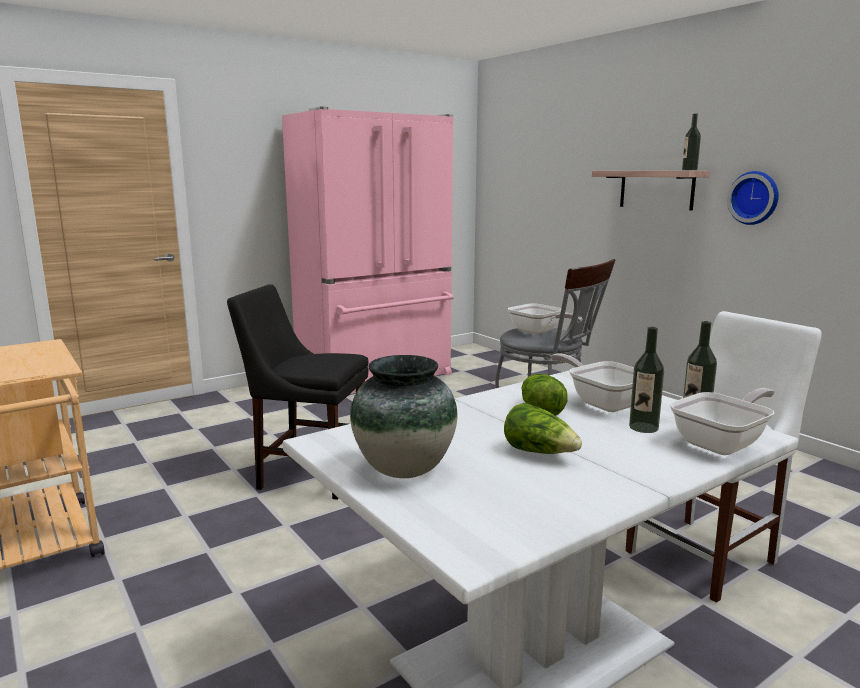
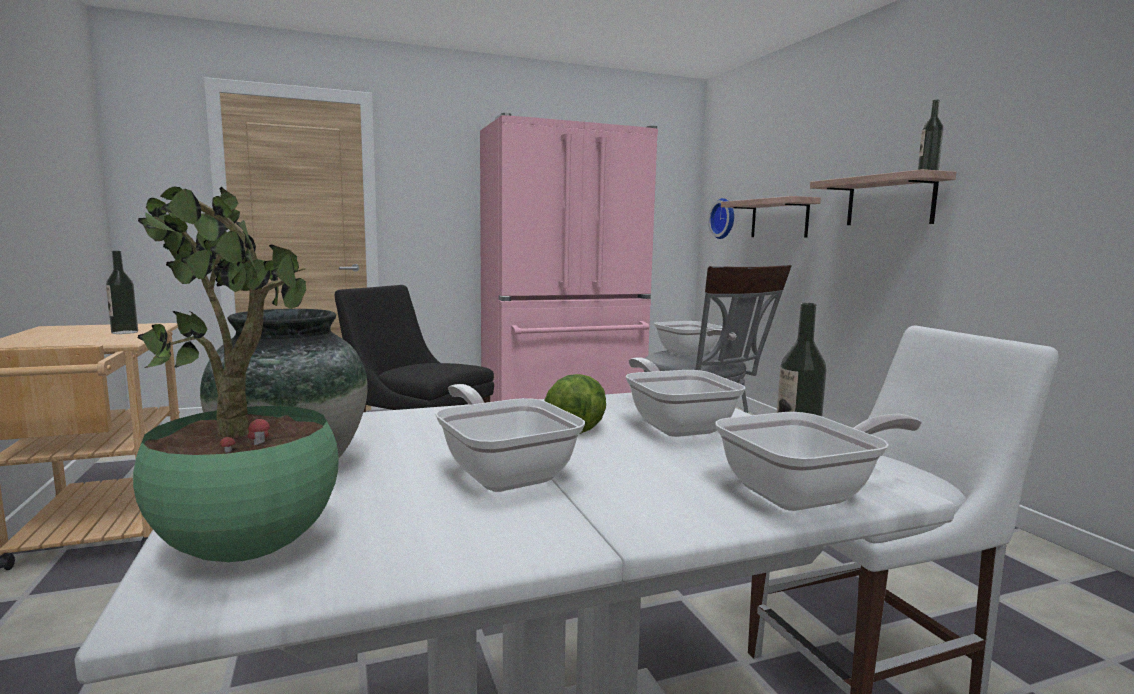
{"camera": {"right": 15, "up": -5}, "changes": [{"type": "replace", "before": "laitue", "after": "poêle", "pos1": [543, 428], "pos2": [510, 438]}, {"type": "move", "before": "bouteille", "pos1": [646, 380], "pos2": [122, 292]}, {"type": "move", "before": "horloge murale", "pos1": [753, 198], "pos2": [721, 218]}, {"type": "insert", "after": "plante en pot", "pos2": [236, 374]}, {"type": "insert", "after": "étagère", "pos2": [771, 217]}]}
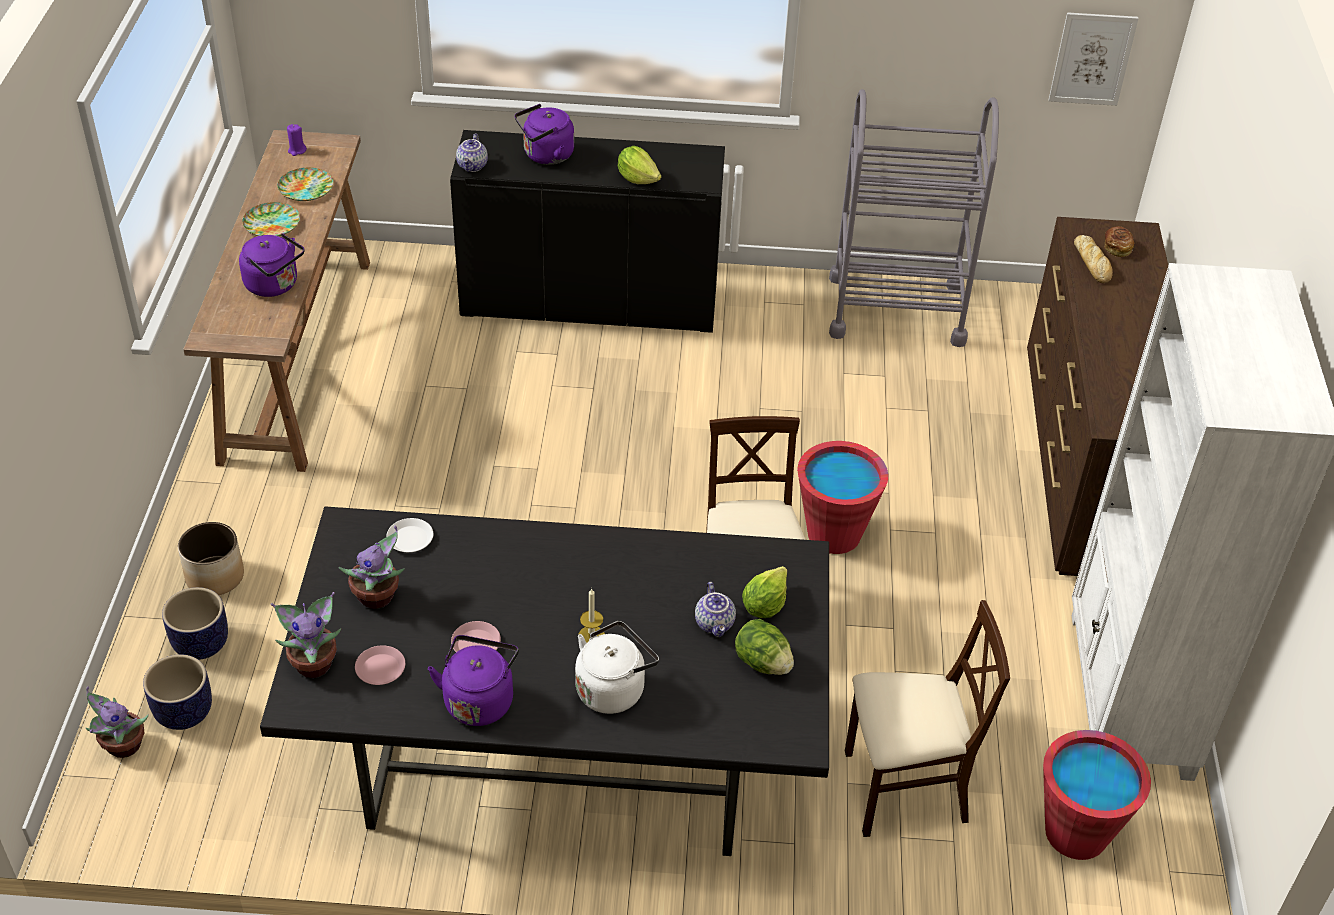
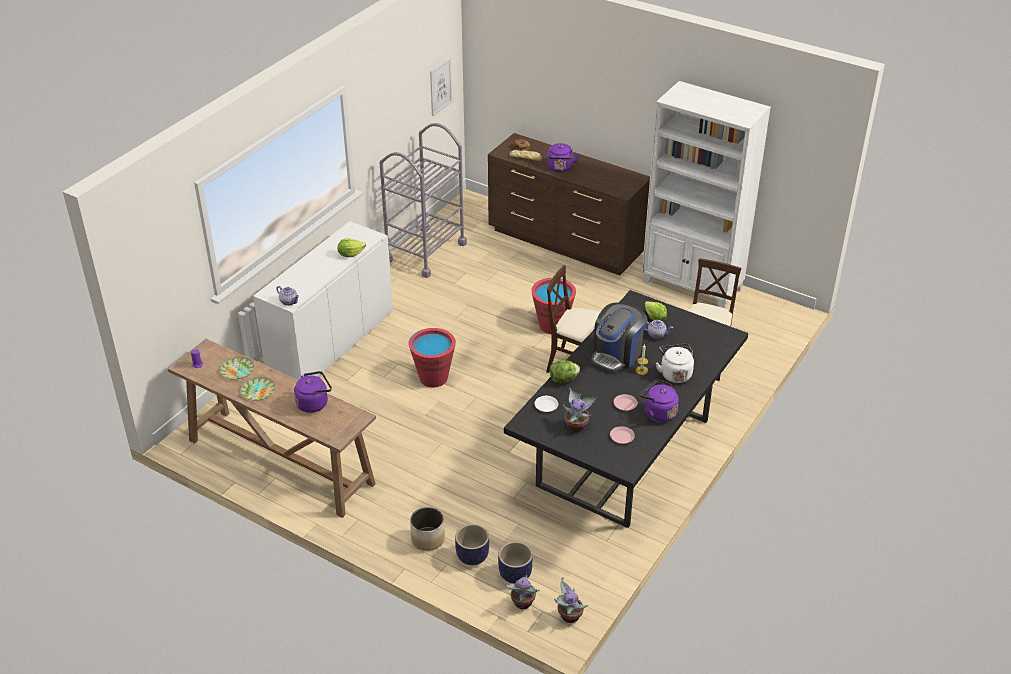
{"camera": {"right": -60, "up": -5}, "changes": [{"type": "move", "before": "plante en pot", "pos1": [306, 635], "pos2": [571, 600]}, {"type": "recolor", "before": "meuble de rangement/noir", "after": "meuble de rangement/blanc", "pos1": [587, 231], "pos2": [323, 300]}, {"type": "move", "before": "bouilloire/violet", "pos1": [544, 134], "pos2": [563, 157]}, {"type": "move", "before": "laitue", "pos1": [764, 647], "pos2": [565, 371]}, {"type": "move", "before": "seau/rouge", "pos1": [1097, 795], "pos2": [432, 357]}, {"type": "insert", "after": "machine à café", "pos2": [619, 337]}]}
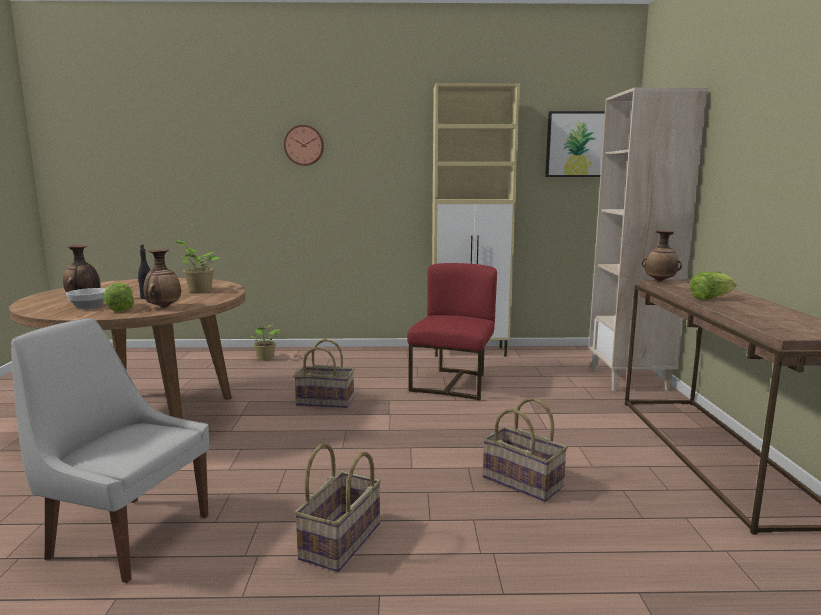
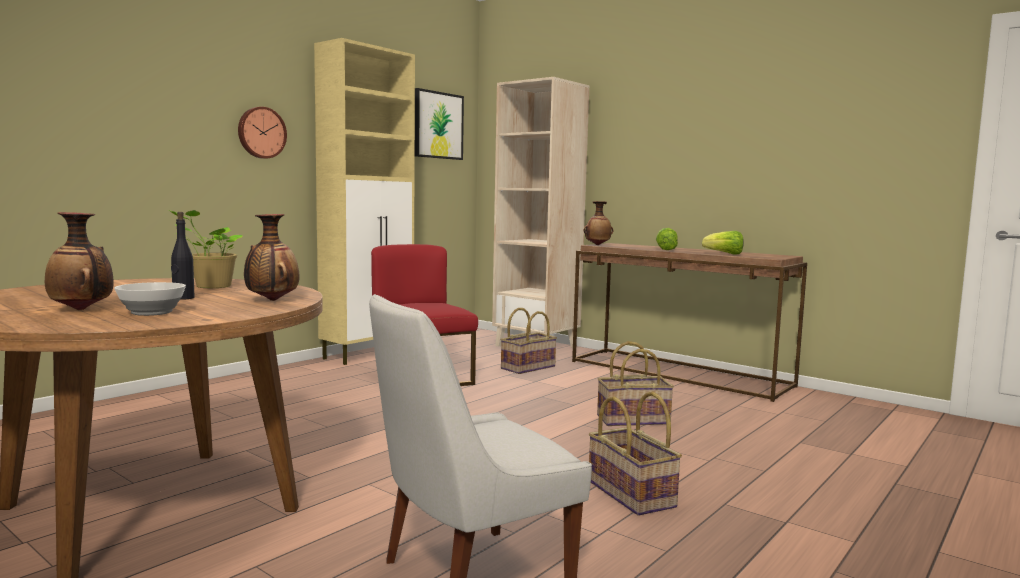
{"camera": {"right": -50, "up": -5}, "changes": [{"type": "move", "before": "laitue", "pos1": [118, 297], "pos2": [723, 243]}, {"type": "delete", "before": "plante en pot", "pos1": [266, 342]}, {"type": "move", "before": "horloge murale", "pos1": [304, 145], "pos2": [262, 133]}, {"type": "move", "before": "panier", "pos1": [324, 373], "pos2": [528, 341]}]}
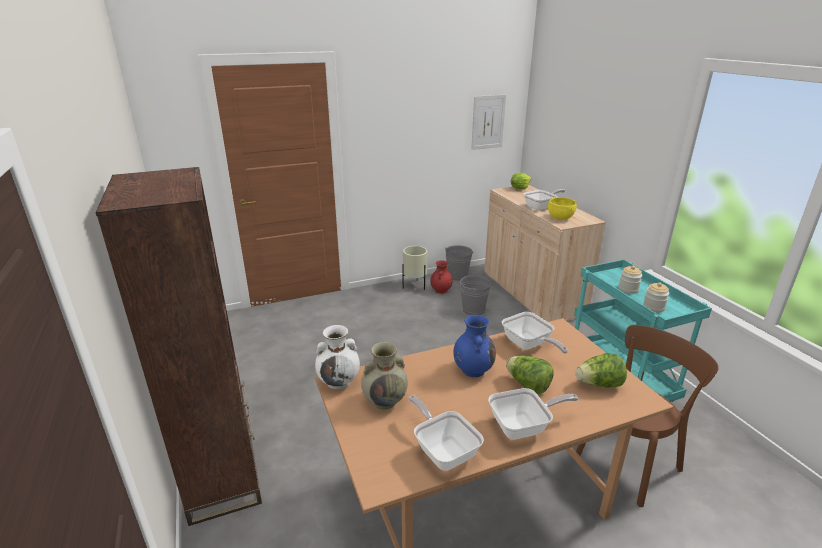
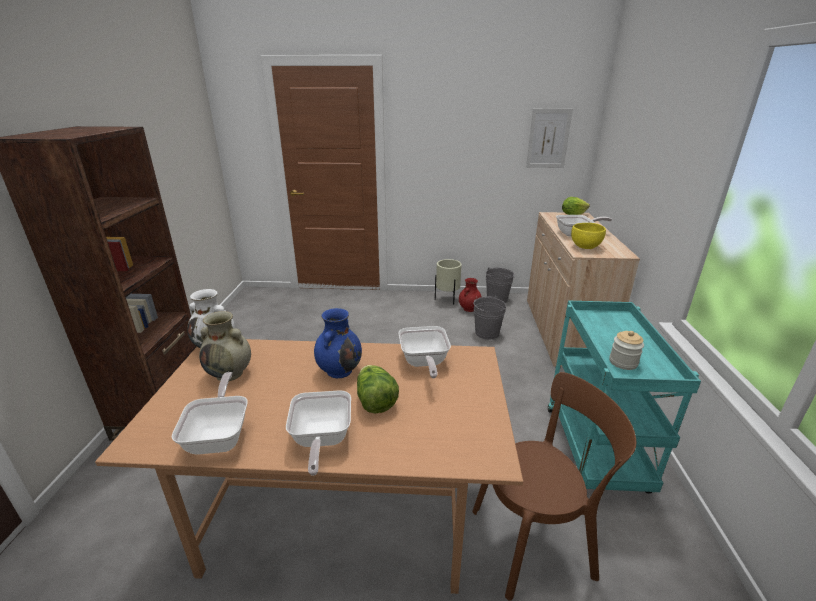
{"camera": {"right": 25, "up": 0}, "changes": [{"type": "rotate", "before": "poêle", "pos1": [533, 414], "pos2": [318, 433], "turn": 75}, {"type": "delete", "before": "laitue", "pos1": [601, 370]}, {"type": "delete", "before": "bocal", "pos1": [630, 280]}]}
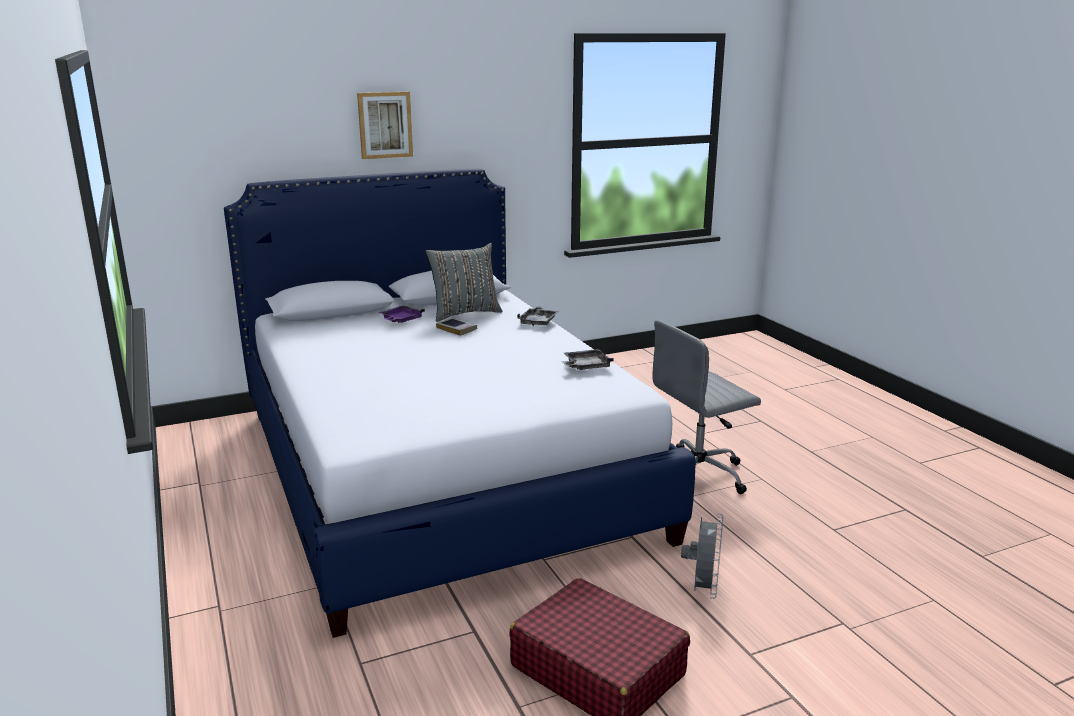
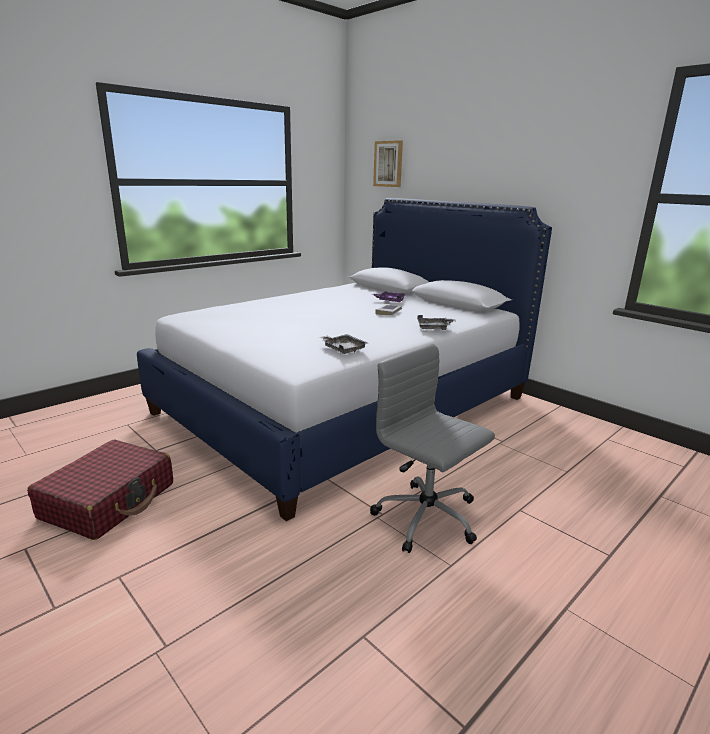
{"camera": {"right": 70, "up": 0}, "changes": [{"type": "move", "before": "tableau", "pos1": [385, 125], "pos2": [388, 163]}, {"type": "delete", "before": "coussin/gris", "pos1": [464, 282]}, {"type": "delete", "before": "ventilateur/gris", "pos1": [702, 556]}]}
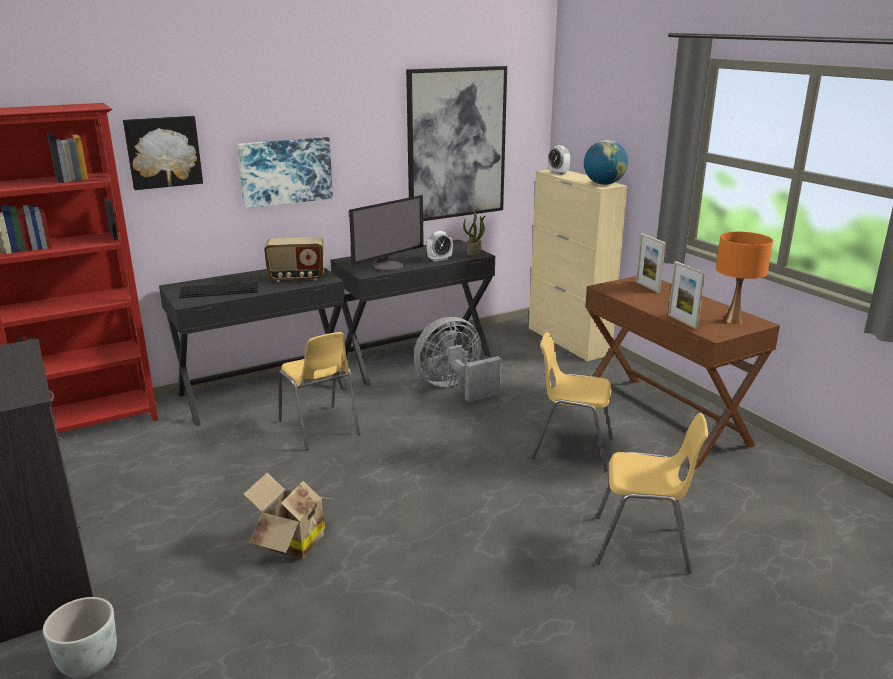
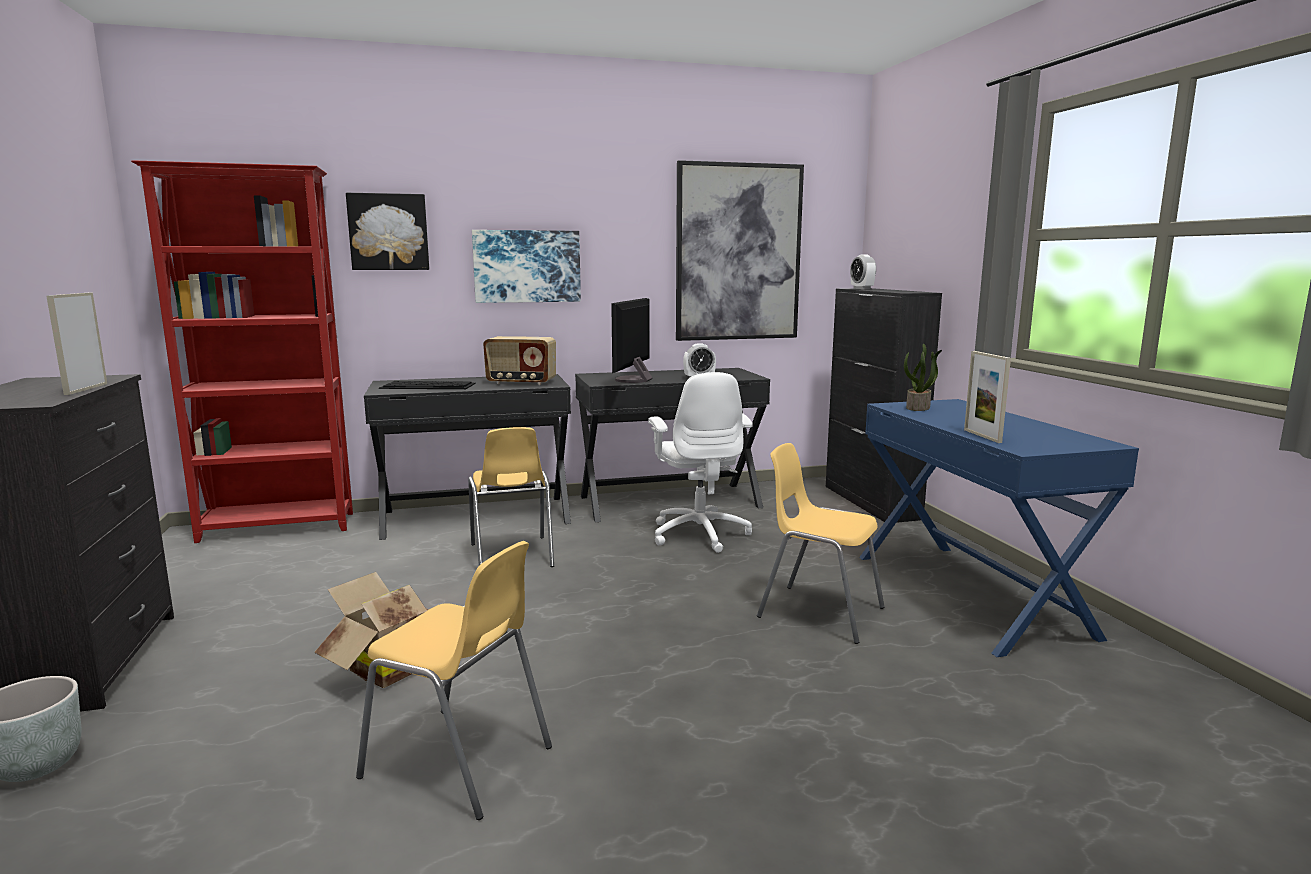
{"camera": {"right": 15, "up": -10}, "changes": [{"type": "rotate", "before": "écran d'ordinateur", "pos1": [386, 233], "pos2": [631, 340], "turn": 135}, {"type": "replace", "before": "ventilateur/gris", "after": "chaise de bureau/blanc", "pos1": [458, 359], "pos2": [700, 462]}, {"type": "move", "before": "plante en pot", "pos1": [474, 233], "pos2": [923, 377]}, {"type": "recolor", "before": "meuble de rangement/beige", "after": "meuble de rangement/noir", "pos1": [578, 265], "pos2": [884, 405]}, {"type": "delete", "before": "globe", "pos1": [606, 162]}, {"type": "recolor", "before": "bureau/marron", "after": "bureau/bleu", "pos1": [682, 372], "pos2": [999, 528]}, {"type": "move", "before": "chaise/jaune", "pos1": [652, 493], "pos2": [454, 680]}, {"type": "move", "before": "cadre photo", "pos1": [651, 263], "pos2": [76, 344]}, {"type": "delete", "before": "lampe de table/orange", "pos1": [744, 278]}]}
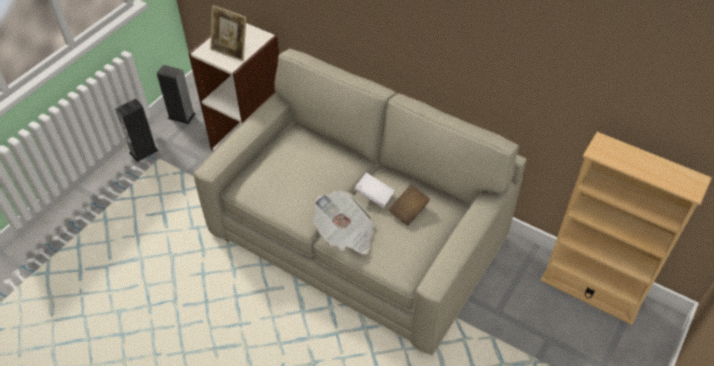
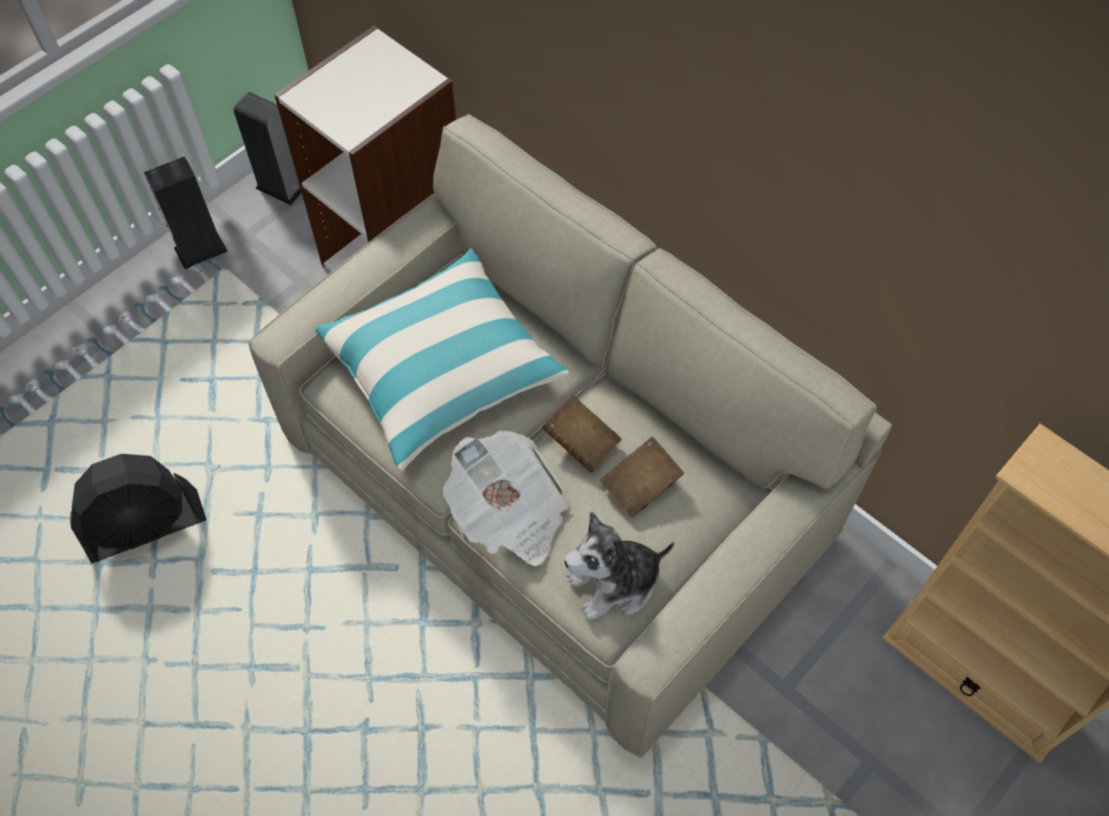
{"camera": {"right": 10, "up": 10}, "changes": [{"type": "delete", "before": "cadre photo", "pos1": [228, 33]}, {"type": "recolor", "before": "livre/blanc", "after": "livre/marron", "pos1": [374, 190], "pos2": [582, 434]}, {"type": "insert", "after": "ventilateur/noir", "pos2": [138, 508]}, {"type": "insert", "after": "coussin", "pos2": [442, 360]}, {"type": "insert", "after": "peluche", "pos2": [619, 566]}]}
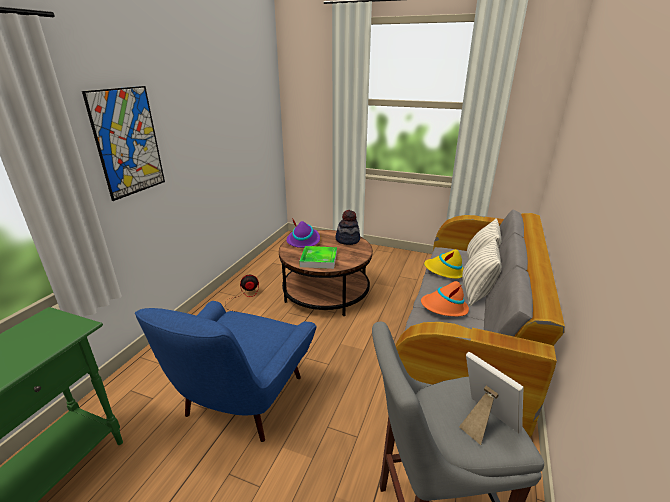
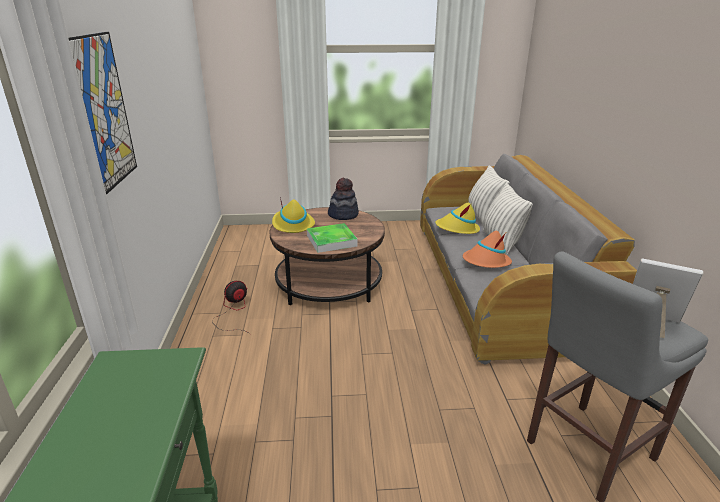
{"camera": {"right": -25, "up": 0}, "changes": [{"type": "delete", "before": "fauteuil/bleu", "pos1": [226, 371]}, {"type": "recolor", "before": "chapeau/violet", "after": "chapeau/jaune", "pos1": [303, 233], "pos2": [293, 215]}]}
